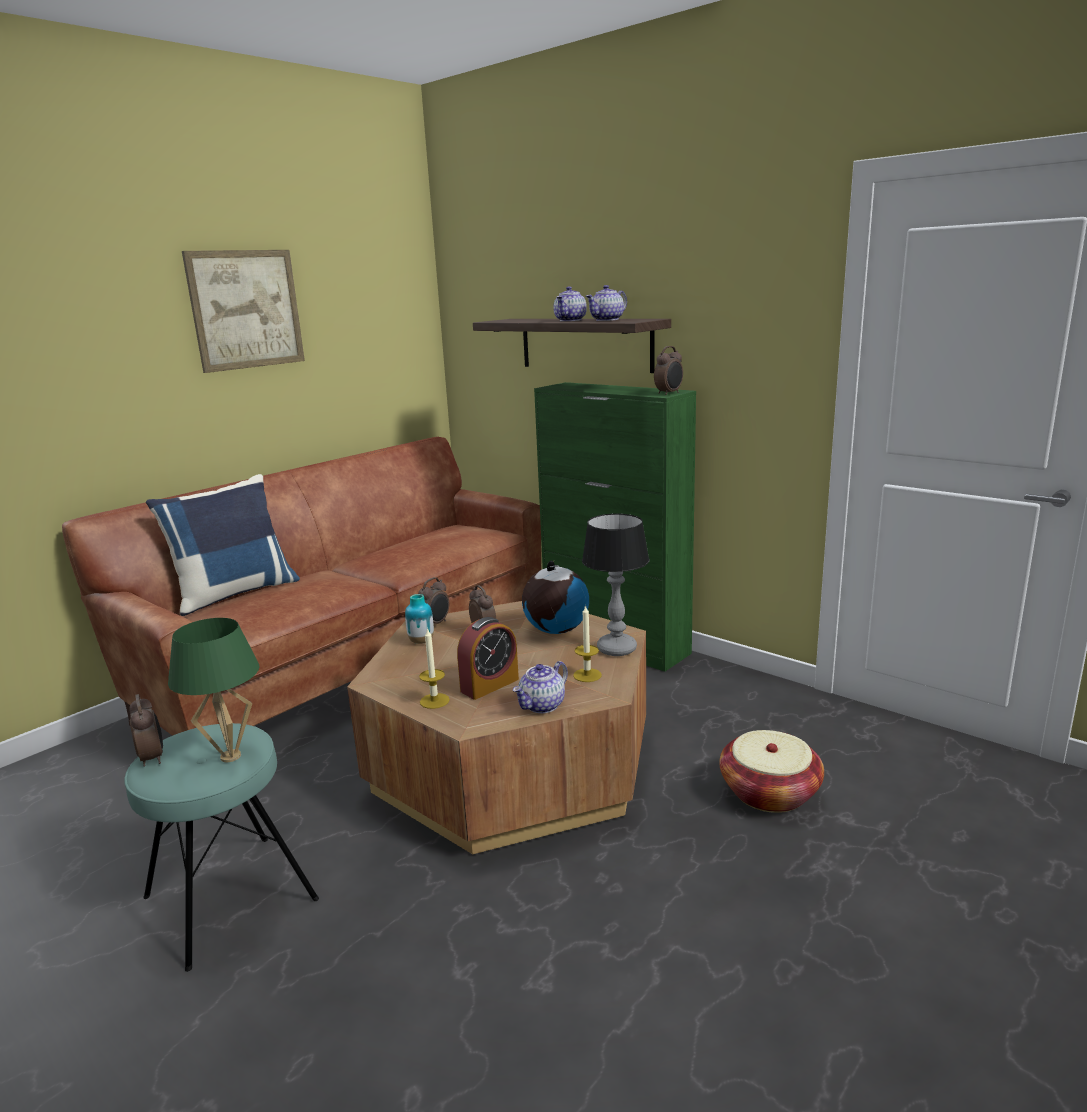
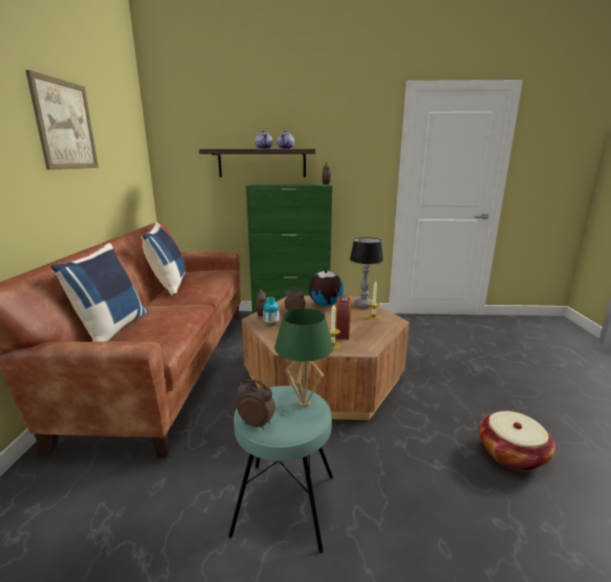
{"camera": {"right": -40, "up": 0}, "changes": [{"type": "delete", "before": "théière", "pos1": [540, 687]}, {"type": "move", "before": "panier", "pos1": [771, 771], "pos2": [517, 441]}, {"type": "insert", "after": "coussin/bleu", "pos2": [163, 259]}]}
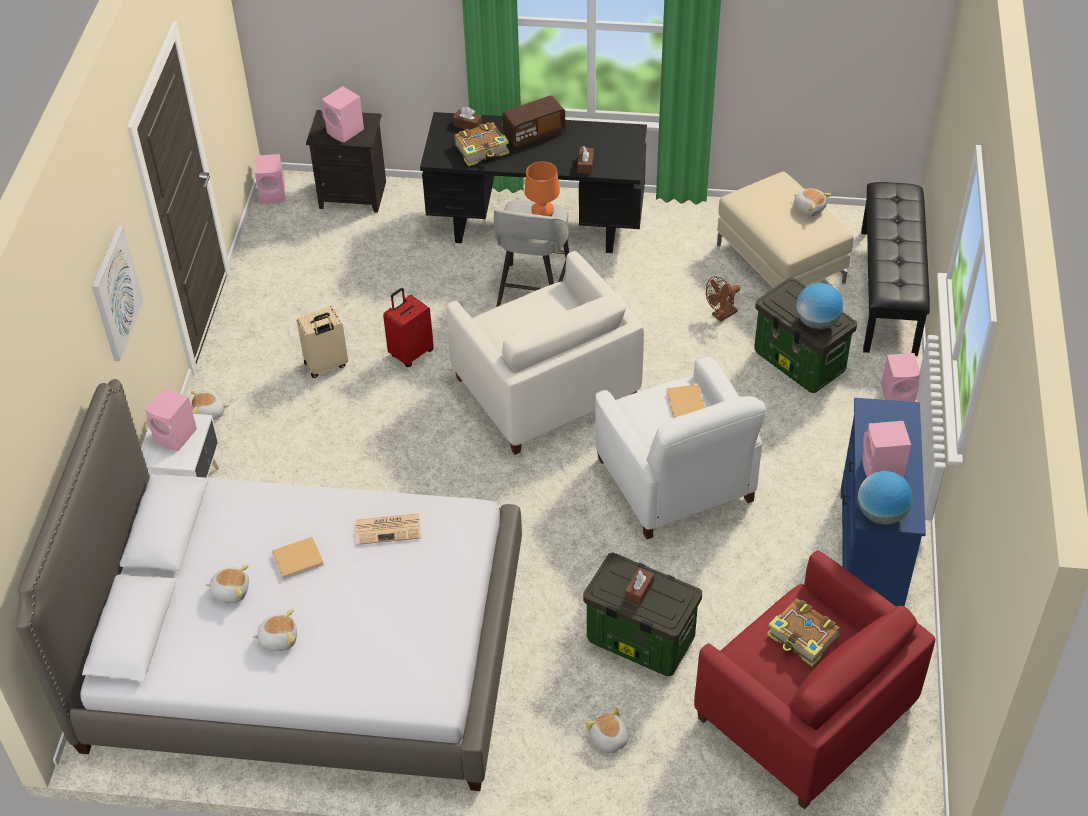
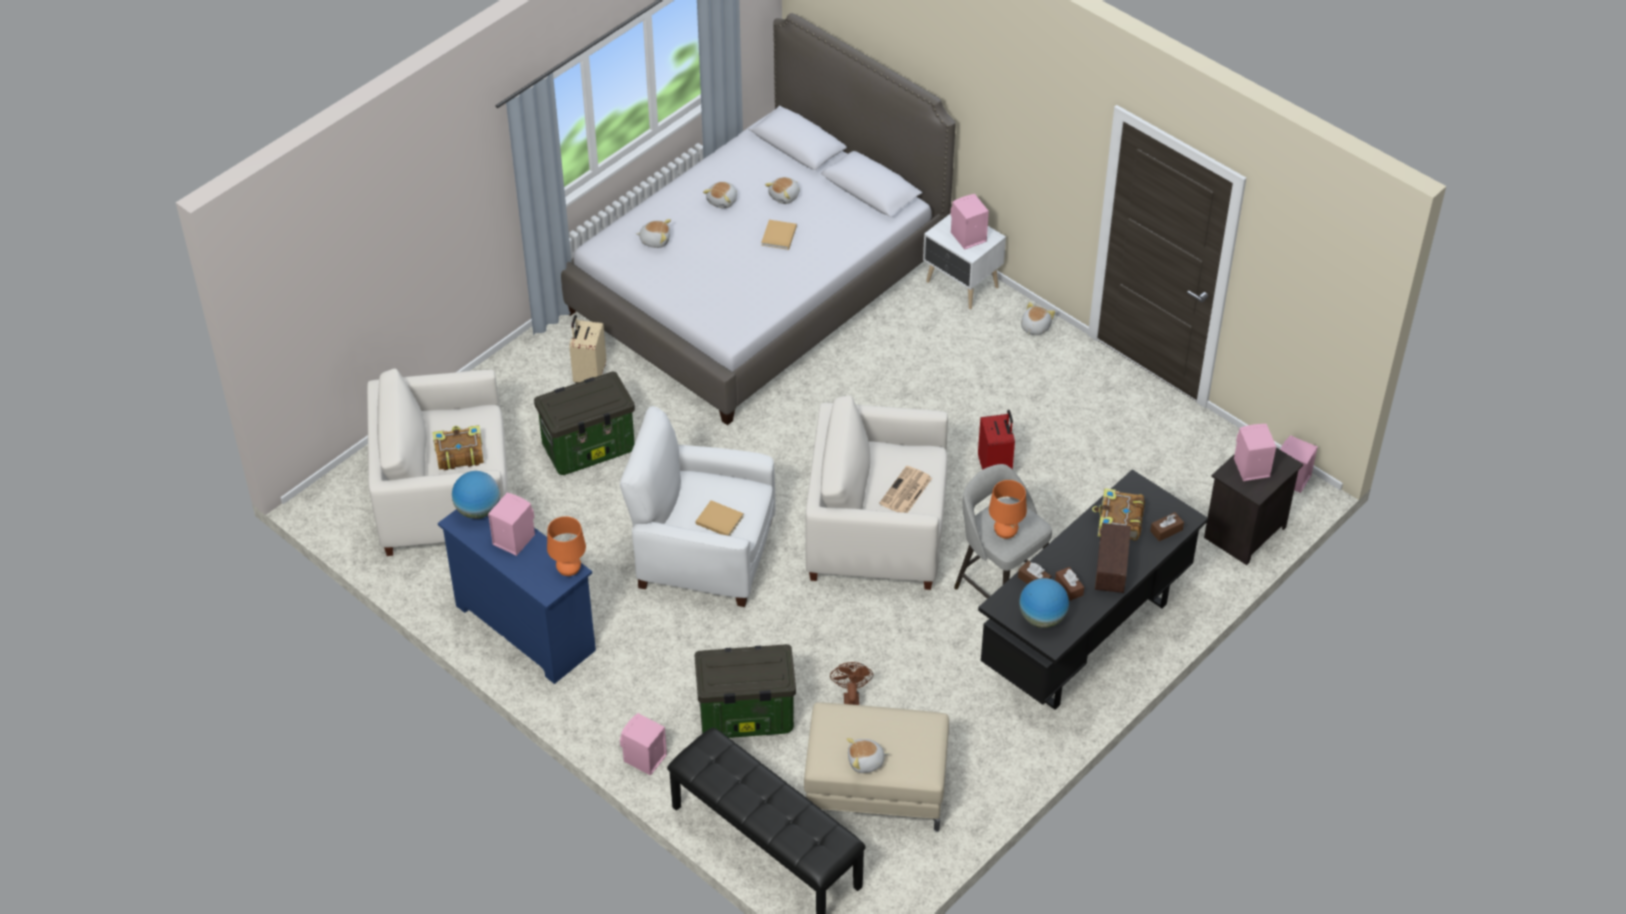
{"camera": {"right": 125, "up": 0}, "changes": [{"type": "delete", "before": "tableau", "pos1": [118, 293]}, {"type": "move", "before": "valise/beige", "pos1": [322, 342], "pos2": [587, 349]}, {"type": "move", "before": "journal", "pos1": [388, 529], "pos2": [905, 489]}, {"type": "move", "before": "peluche", "pos1": [607, 730], "pos2": [653, 233]}, {"type": "move", "before": "boîte à mouchoirs/marron", "pos1": [639, 586], "pos2": [1069, 584]}, {"type": "recolor", "before": "fauteuil/rouge", "after": "fauteuil/blanc", "pos1": [814, 680], "pos2": [437, 462]}, {"type": "move", "before": "globe", "pos1": [819, 306], "pos2": [1044, 603]}, {"type": "insert", "after": "lampe de table/orange", "pos2": [566, 546]}]}
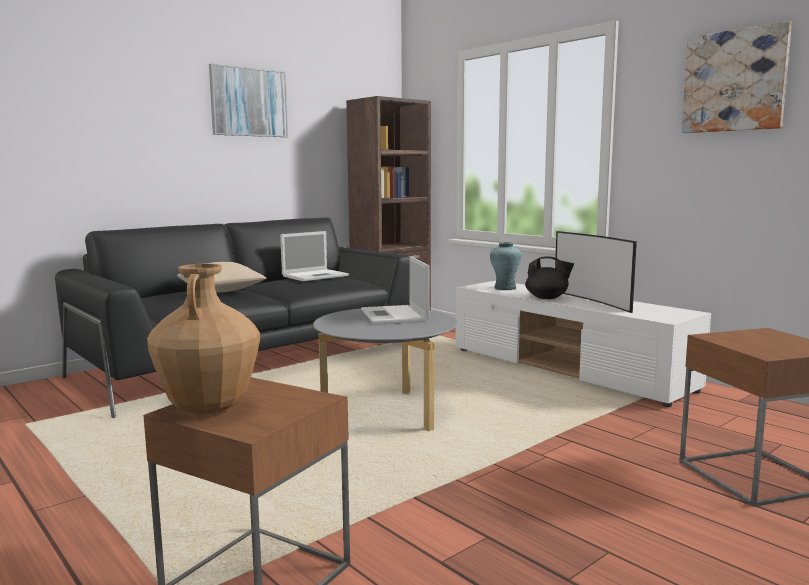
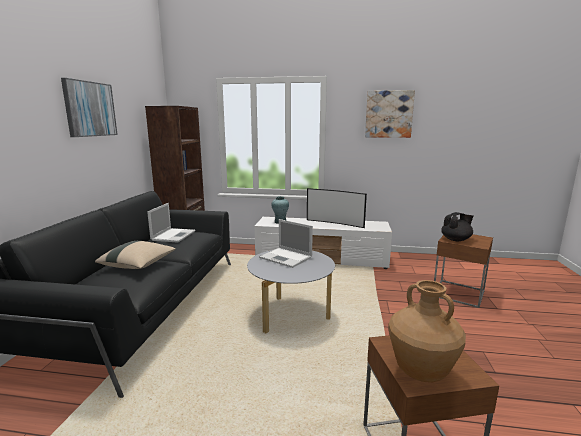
{"camera": {"right": -40, "up": 5}, "changes": [{"type": "move", "before": "théière/noir", "pos1": [549, 277], "pos2": [457, 226]}]}
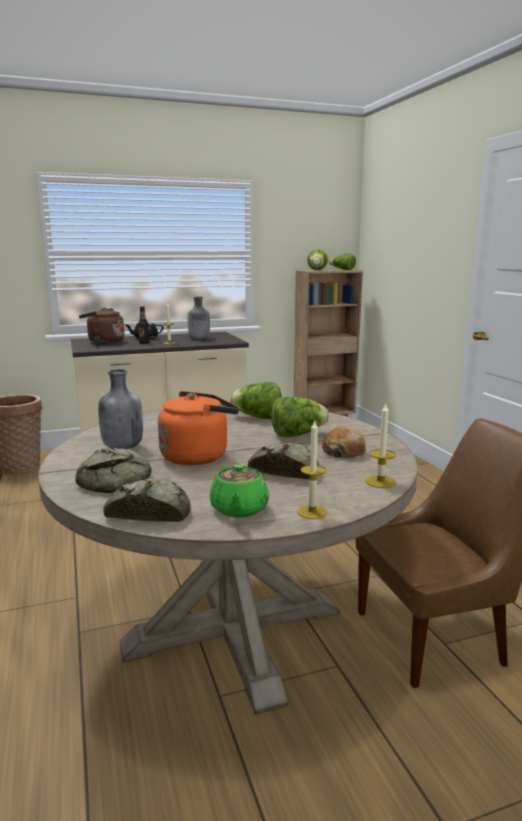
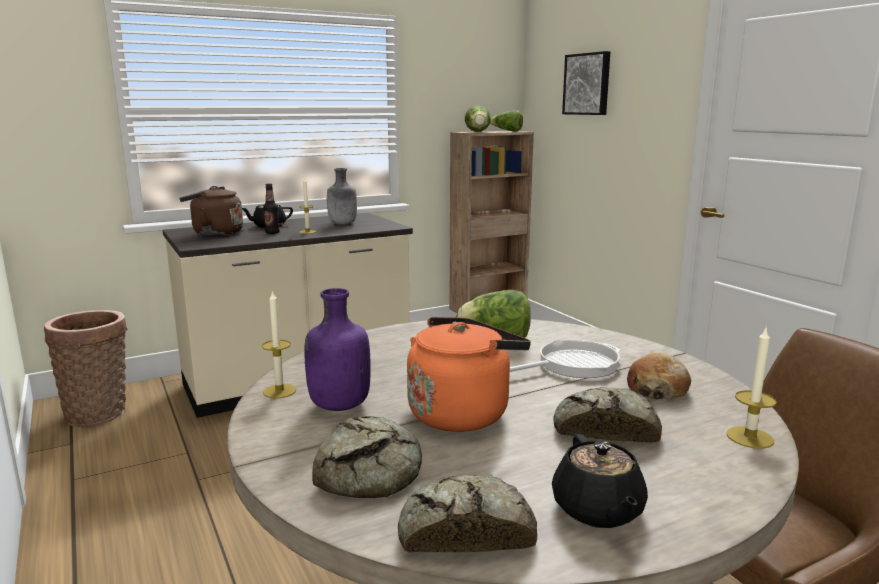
{"camera": {"right": -10, "up": 0}, "changes": [{"type": "recolor", "before": "bouteille/gris", "after": "bouteille/violet", "pos1": [120, 409], "pos2": [337, 349]}, {"type": "recolor", "before": "théière/vert", "after": "théière/noir", "pos1": [239, 491], "pos2": [600, 481]}, {"type": "replace", "before": "laitue", "after": "poêle", "pos1": [300, 416], "pos2": [565, 358]}, {"type": "move", "before": "bougie", "pos1": [312, 470], "pos2": [279, 344]}, {"type": "insert", "after": "tableau", "pos2": [586, 83]}]}
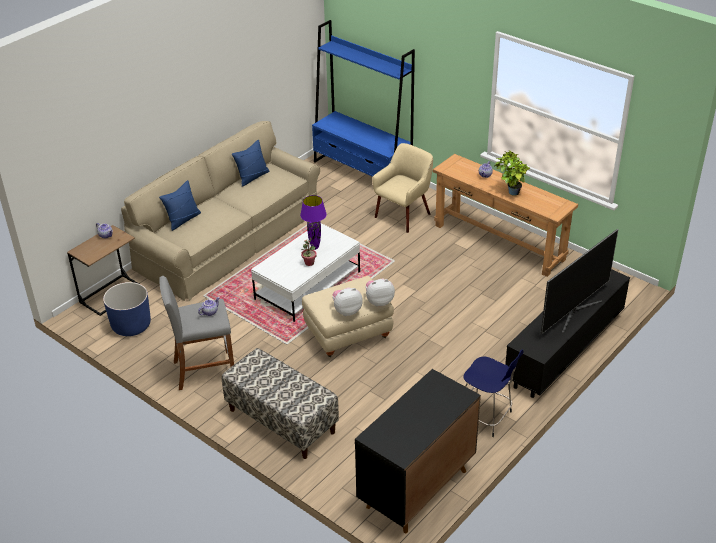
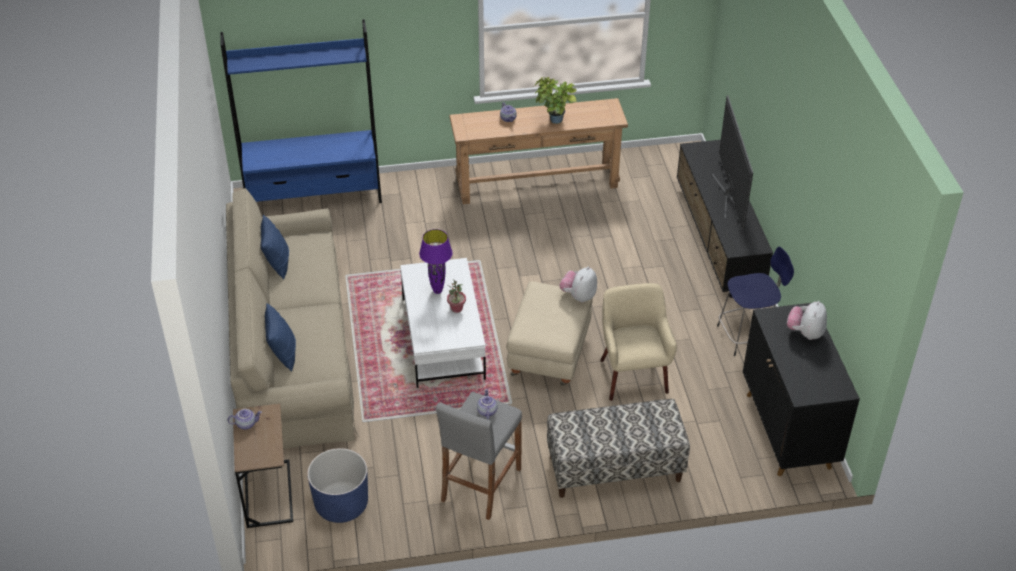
{"camera": {"right": -50, "up": 5}, "changes": [{"type": "move", "before": "peluche", "pos1": [348, 301], "pos2": [807, 320]}, {"type": "move", "before": "fauteuil/beige", "pos1": [403, 188], "pos2": [638, 342]}]}
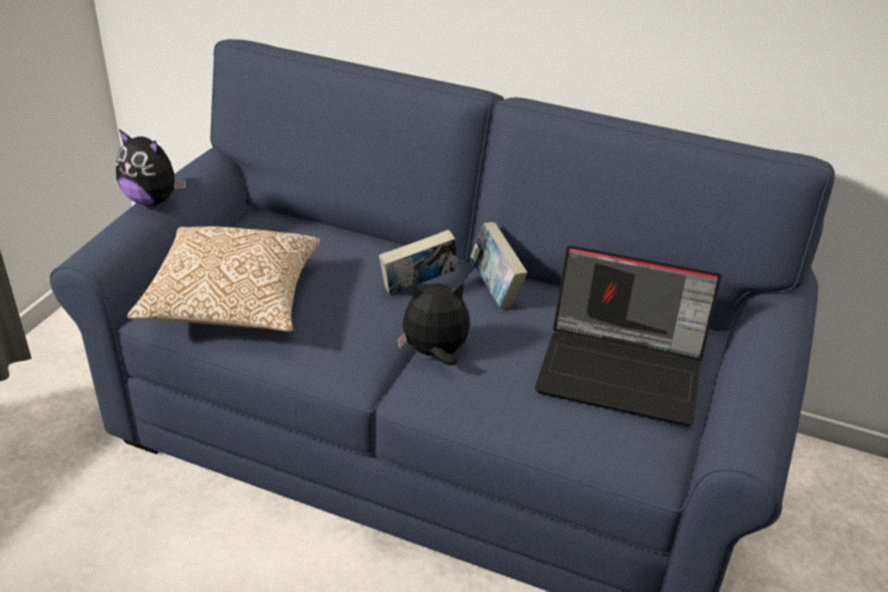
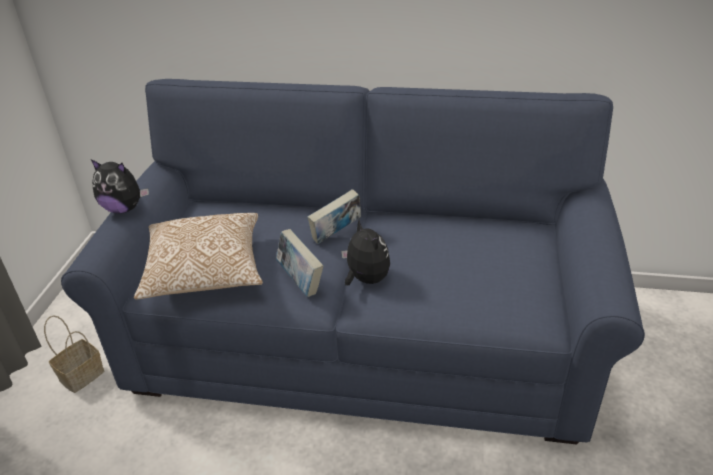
{"camera": {"right": -10, "up": 0}, "changes": [{"type": "rotate", "before": "peluche", "pos1": [433, 323], "pos2": [365, 252], "turn": 75}, {"type": "move", "before": "livre", "pos1": [498, 265], "pos2": [299, 263]}, {"type": "delete", "before": "ordinateur portable", "pos1": [628, 335]}, {"type": "insert", "after": "panier", "pos2": [74, 354]}]}
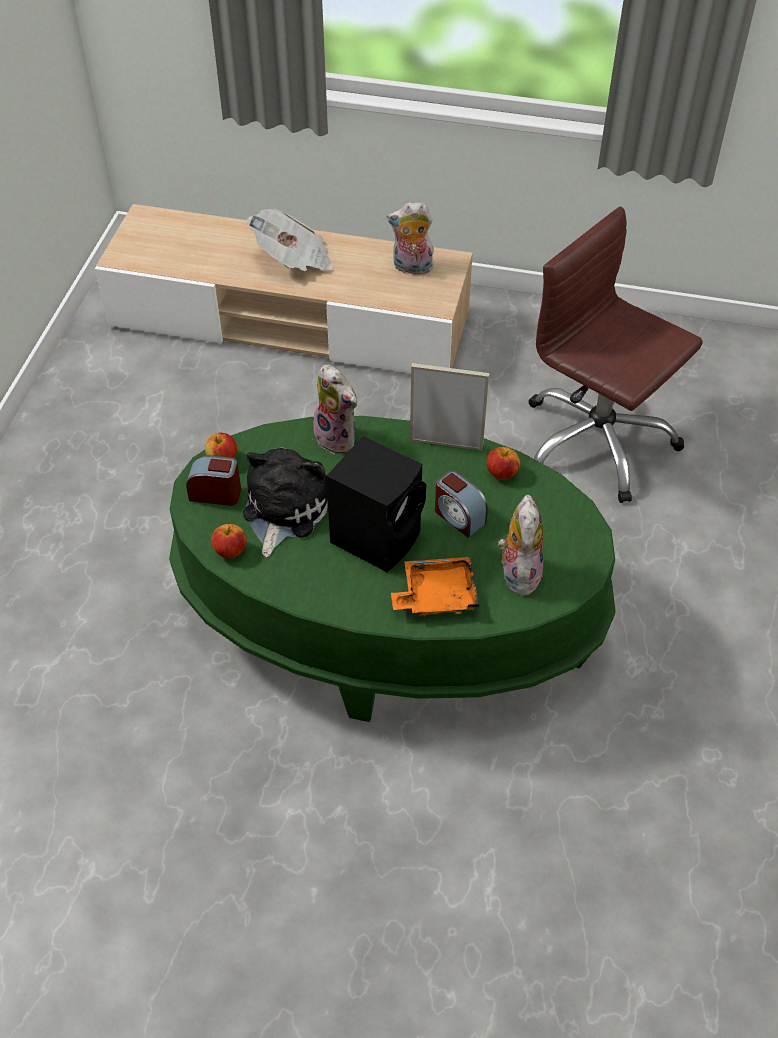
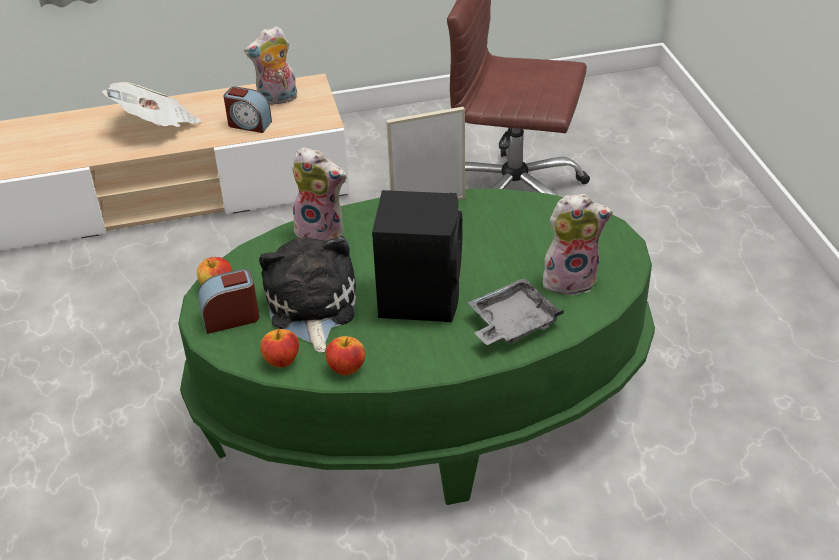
{"camera": {"right": -25, "up": -10}, "changes": [{"type": "recolor", "before": "plateau/orange", "after": "plateau/gris", "pos1": [435, 586], "pos2": [515, 311]}, {"type": "move", "before": "réveil", "pos1": [461, 503], "pos2": [248, 110]}, {"type": "move", "before": "pomme", "pos1": [503, 463], "pos2": [345, 355]}, {"type": "rotate", "before": "peluche", "pos1": [520, 546], "pos2": [578, 244], "turn": 105}]}
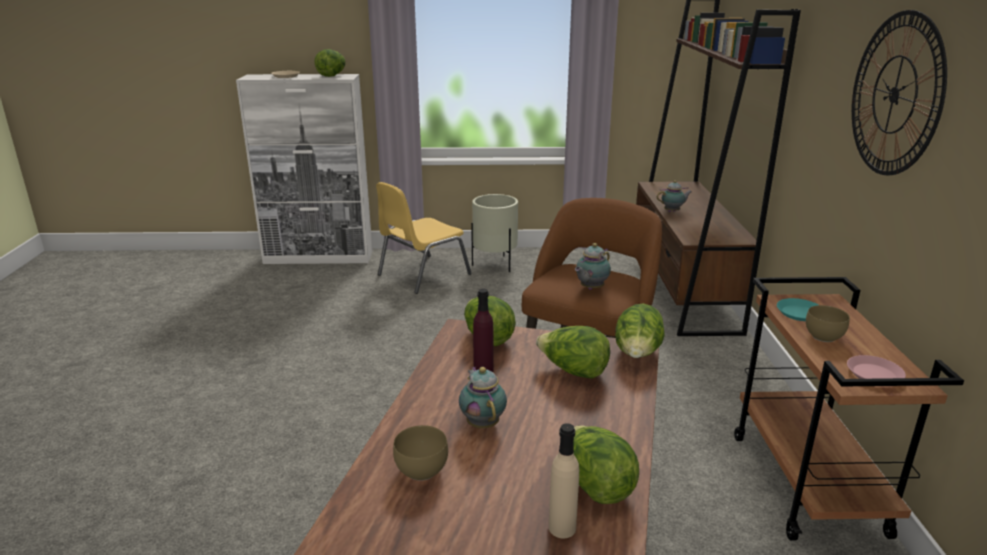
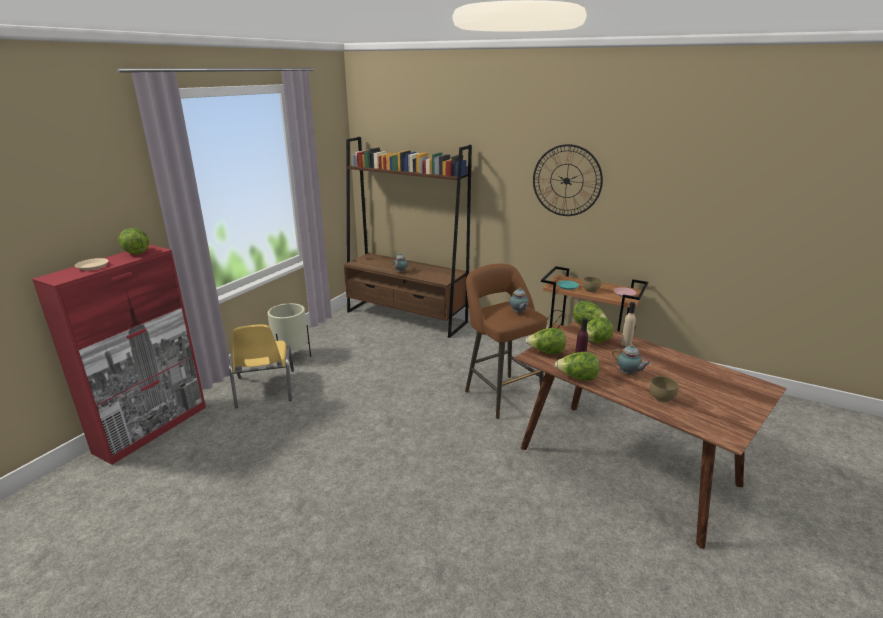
{"camera": {"right": -60, "up": 0}, "changes": [{"type": "recolor", "before": "meuble de rangement/blanc", "after": "meuble de rangement/rouge", "pos1": [304, 169], "pos2": [119, 355]}, {"type": "rotate", "before": "théière", "pos1": [483, 398], "pos2": [631, 360], "turn": -150}, {"type": "move", "before": "bouteille/beige", "pos1": [564, 480], "pos2": [628, 324]}, {"type": "move", "before": "laitue", "pos1": [606, 464], "pos2": [577, 366]}]}
